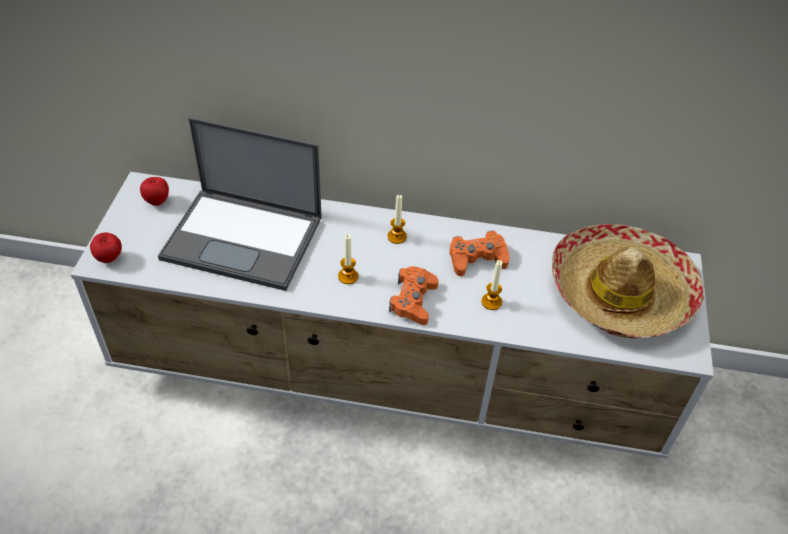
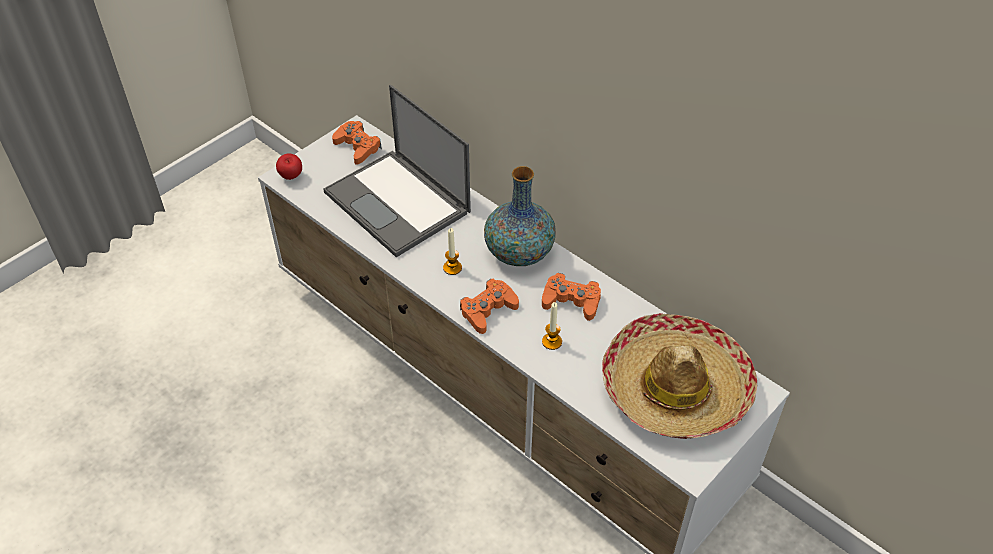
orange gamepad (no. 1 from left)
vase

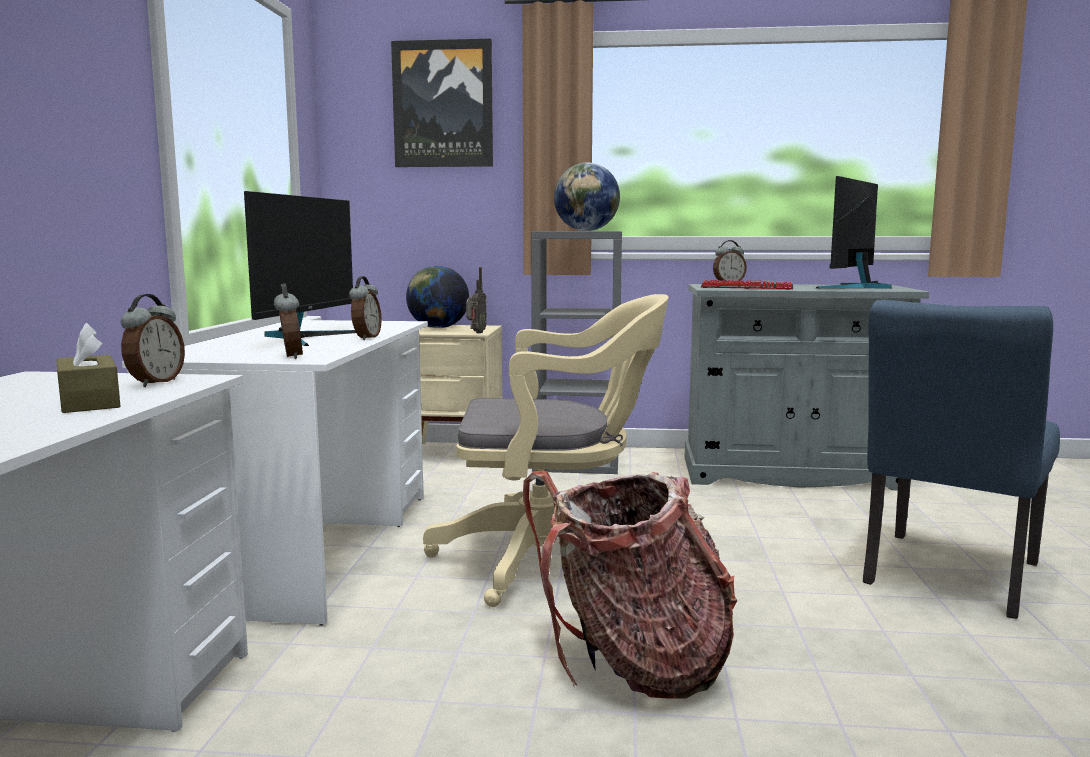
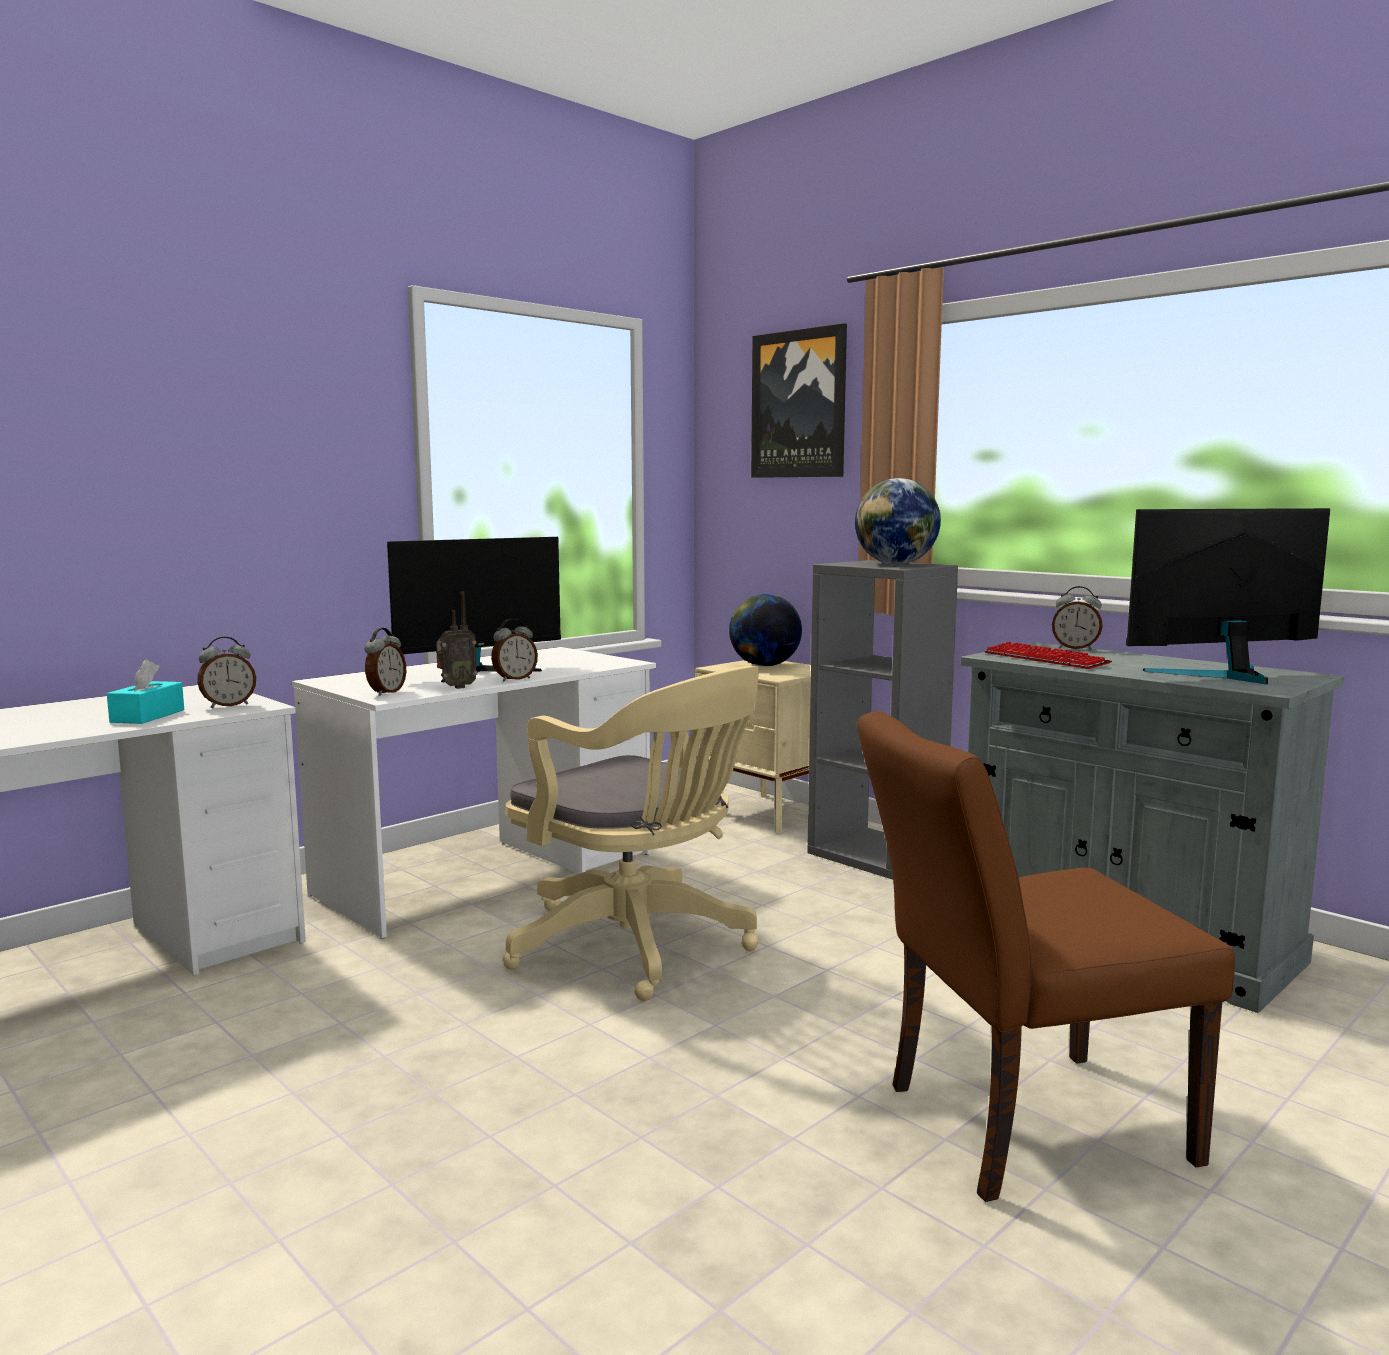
rucksack
radio
blue-green tissue box
brown-coloured chair

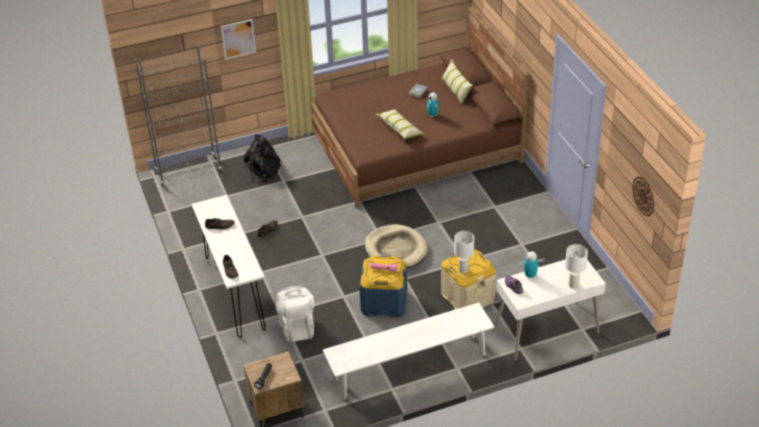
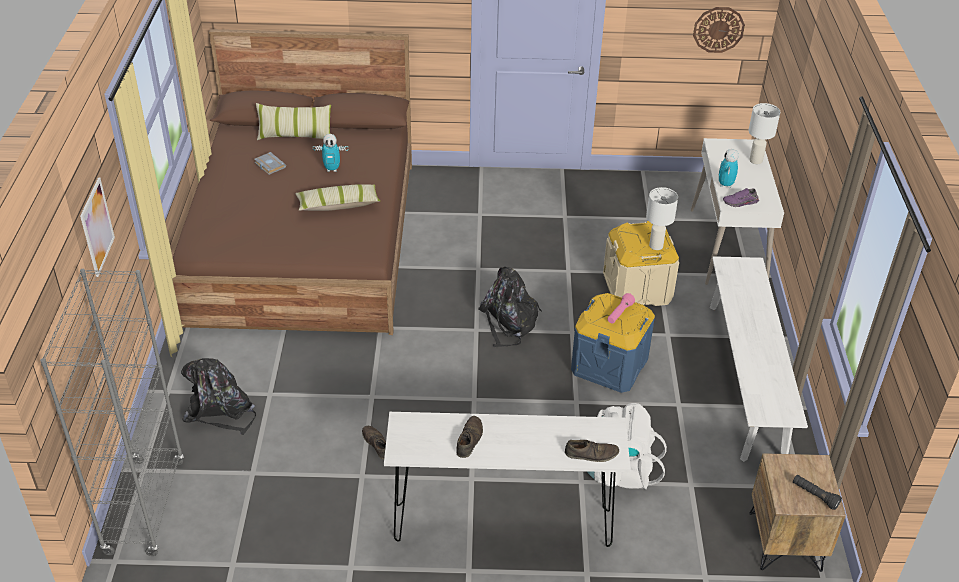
black-coloured rucksack (no. 2 from left)

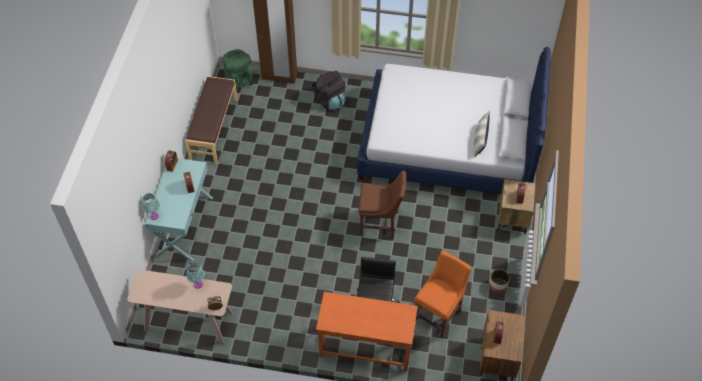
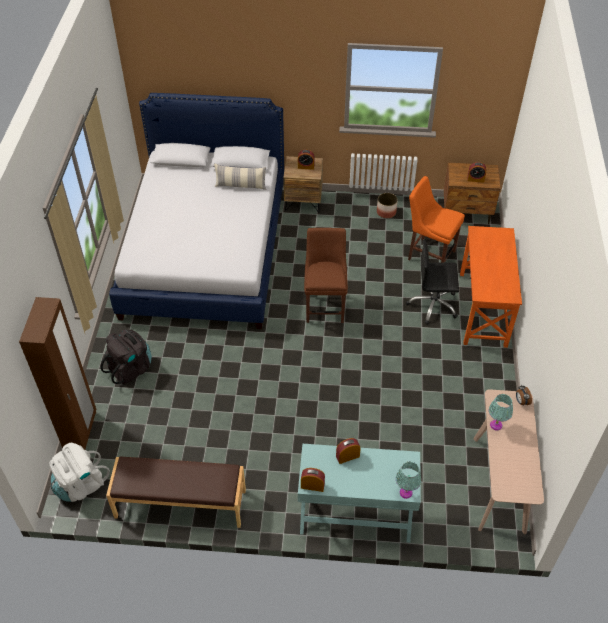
white rucksack

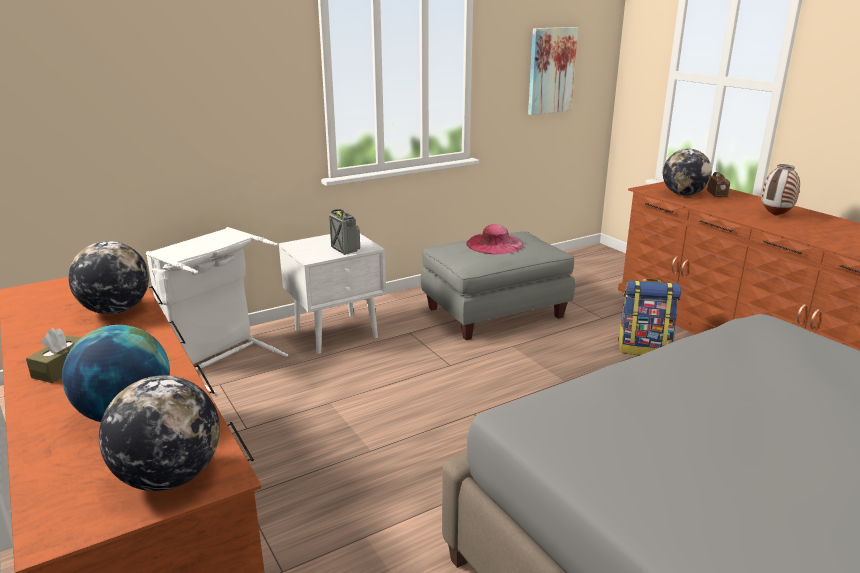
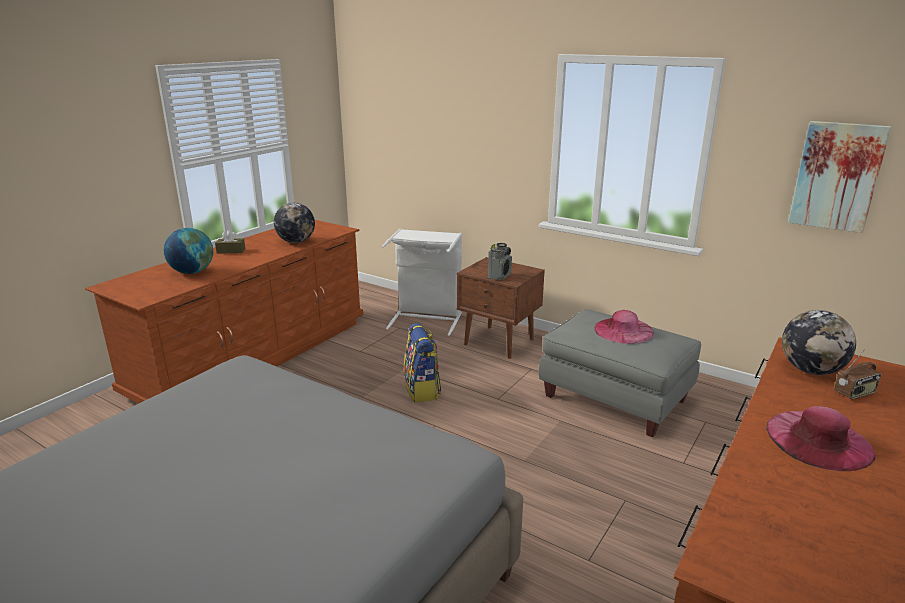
desk globe (no. 3 from left in the first image)
rucksack
pink-coloured clothing hat (no. 2 from left)
brown-coloured nightstand

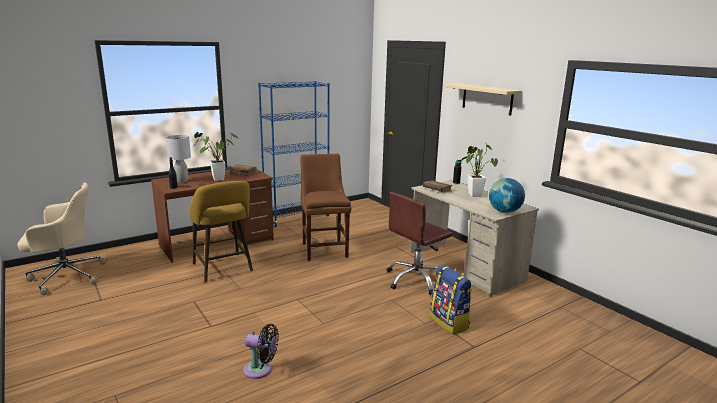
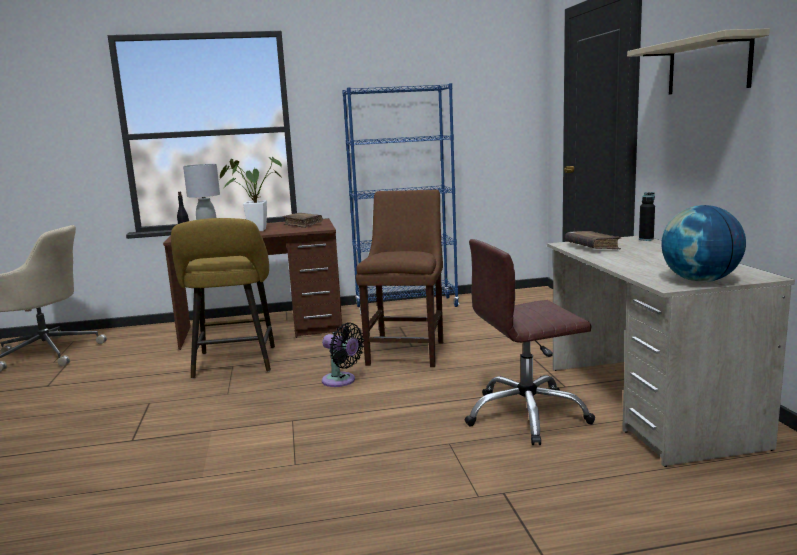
rucksack
plant in a pot (no. 2 from left in the first image)
black-coloured electric fan

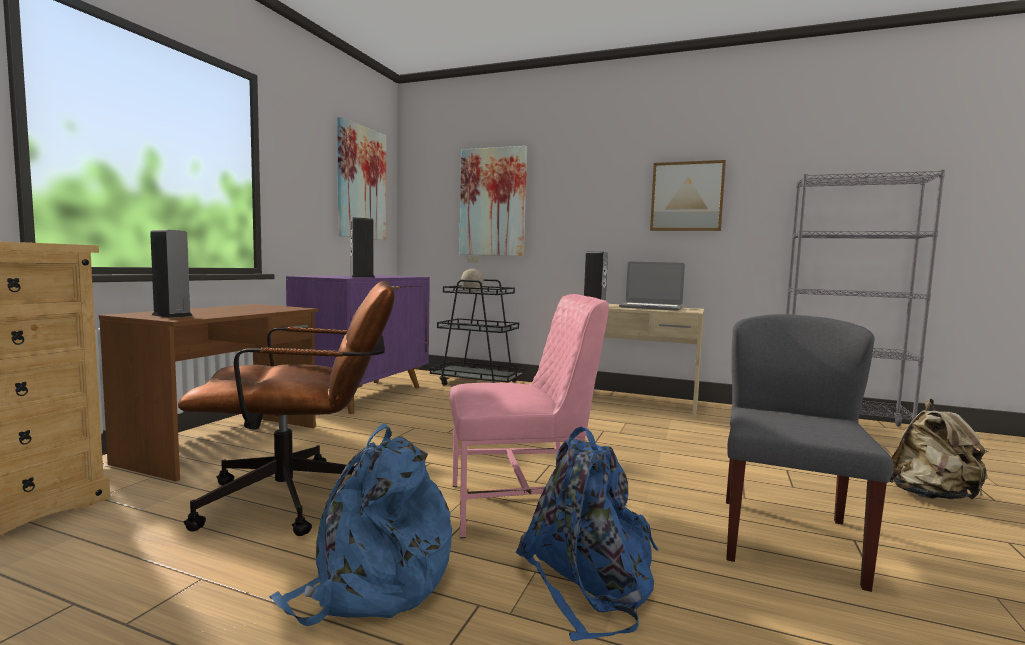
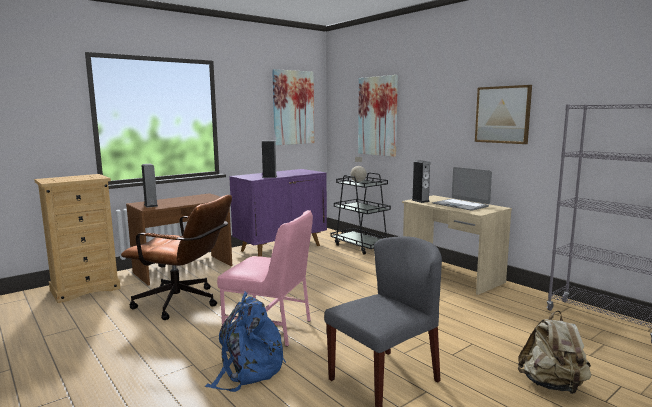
blue-coloured rucksack (no. 1 from left in the first image)

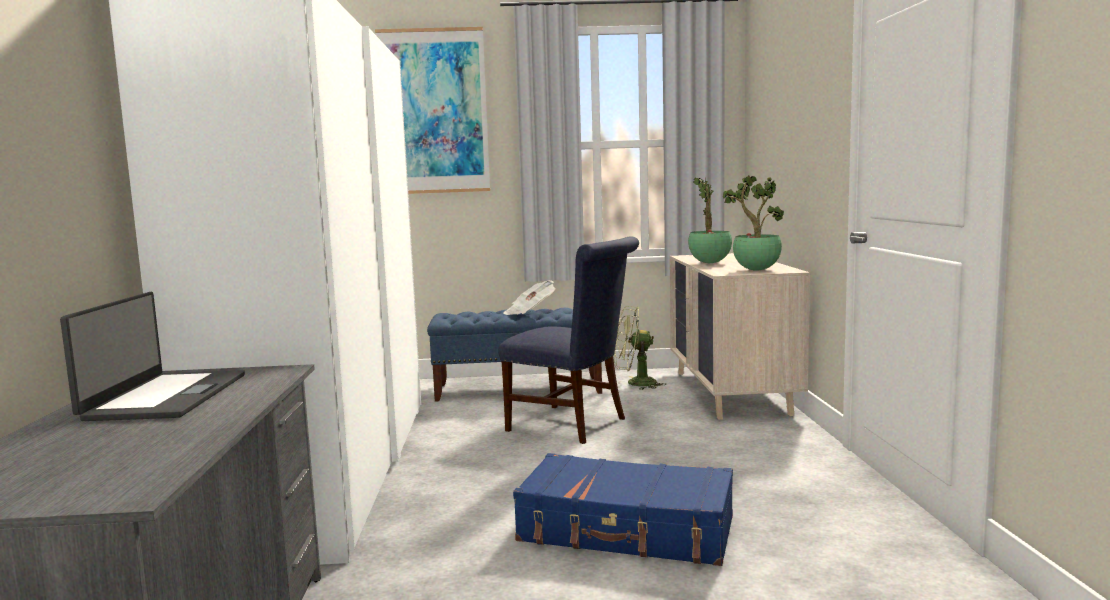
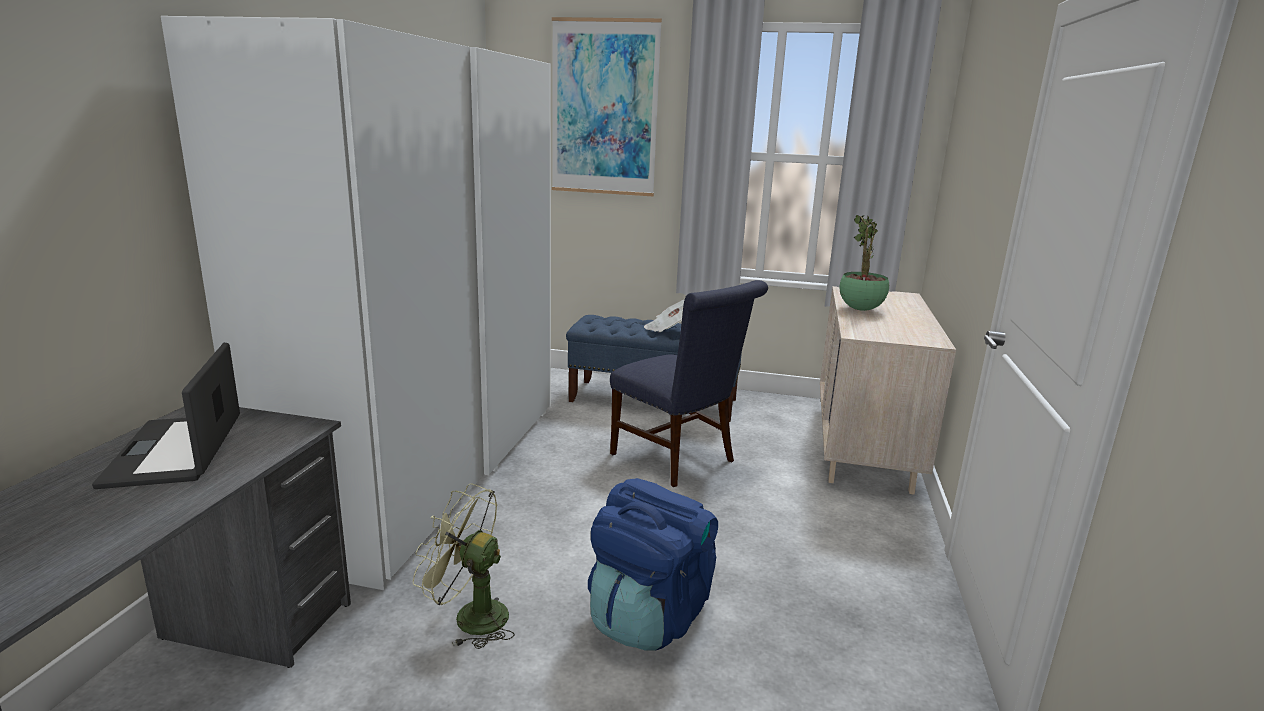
plant in a pot (no. 2 from left in the first image)
green electric fan
blue-coloured rucksack
notebook computer

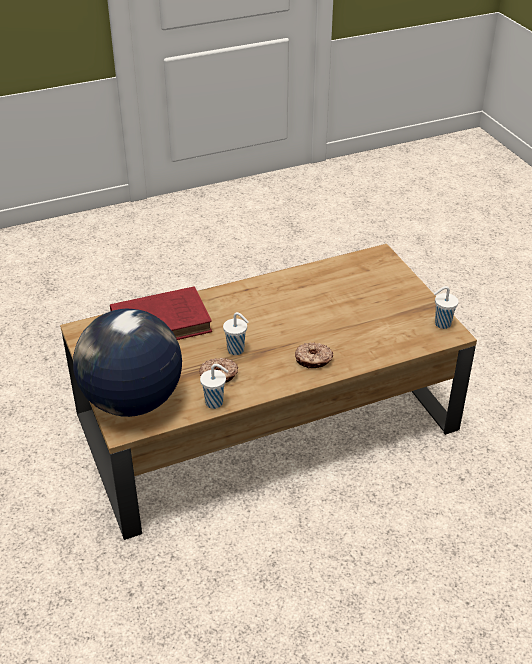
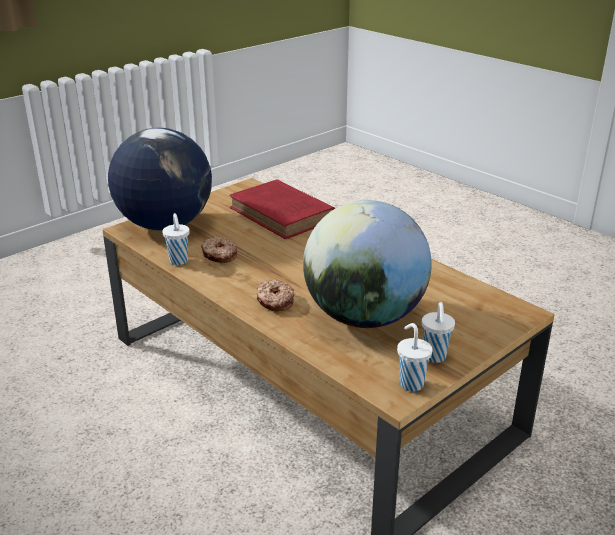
desk globe (no. 2 from left)
white small cup (no. 3 from left)

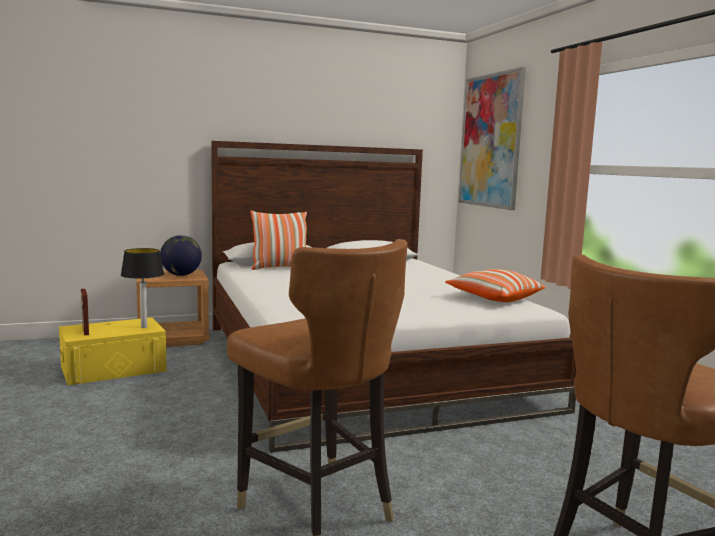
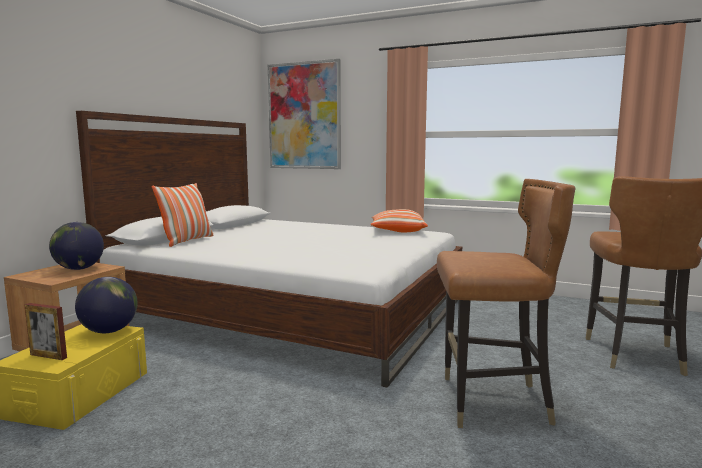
desk globe (no. 2 from left)

